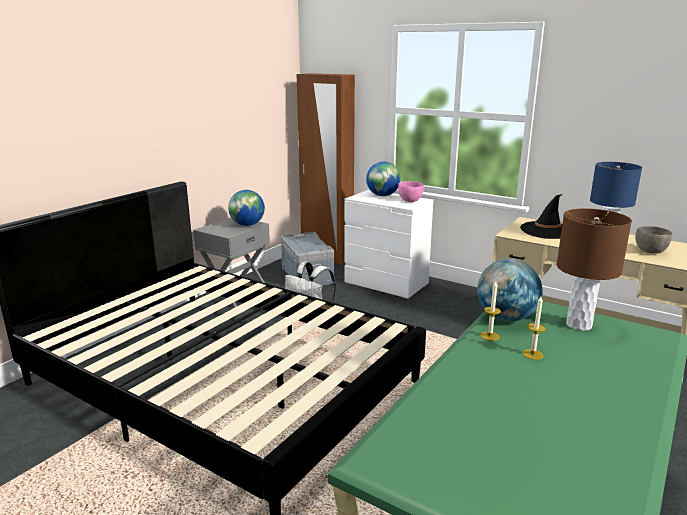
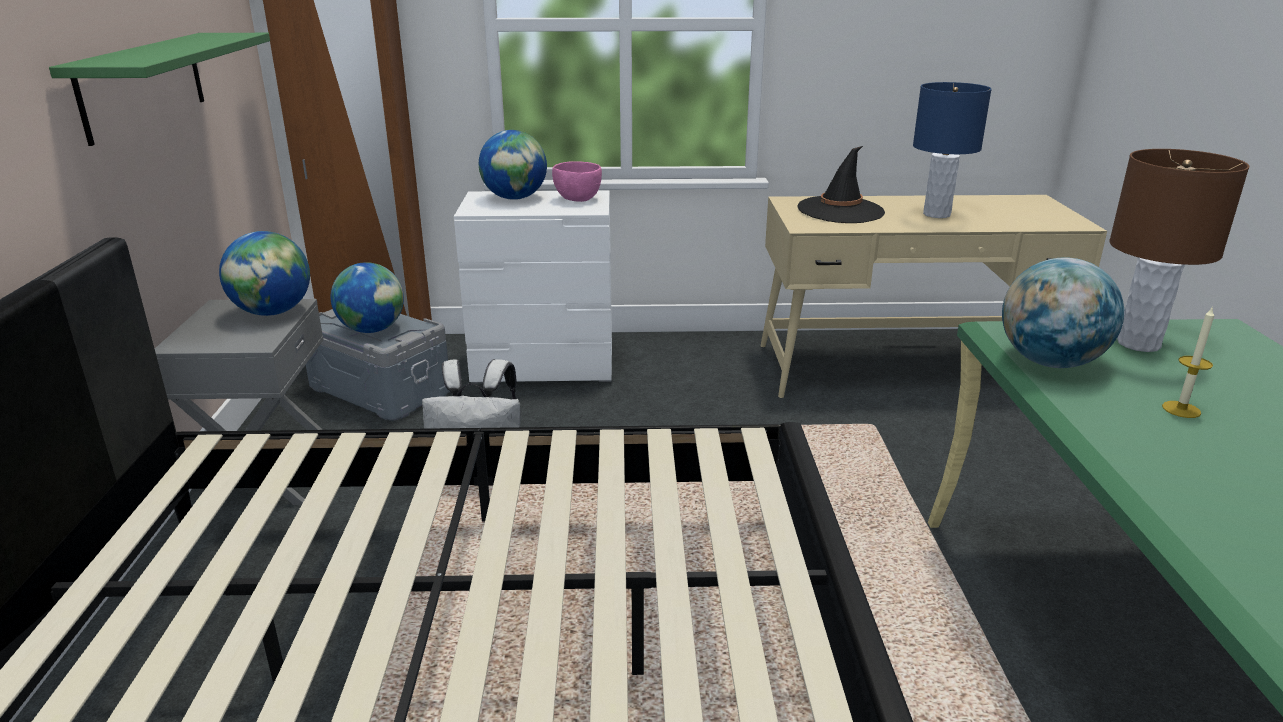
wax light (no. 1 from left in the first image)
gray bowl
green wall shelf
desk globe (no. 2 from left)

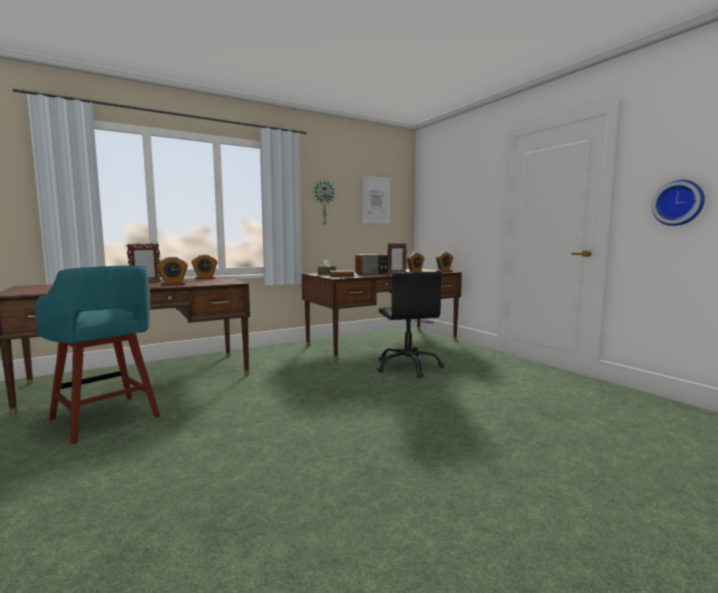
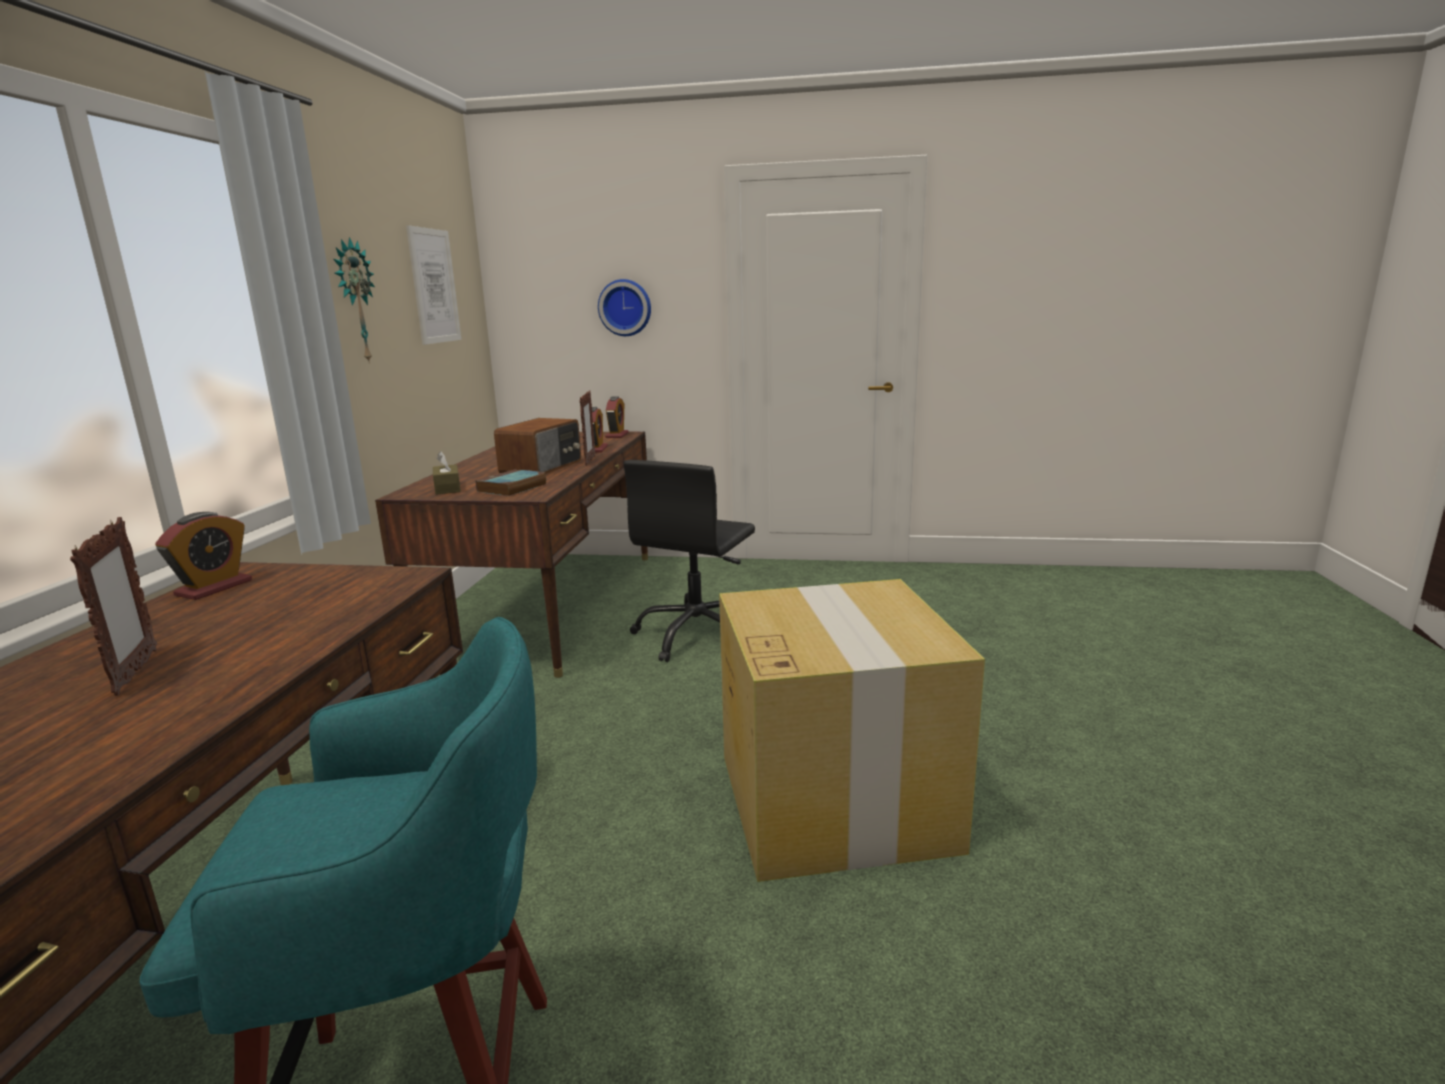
table clock (no. 1 from left in the first image)
packing box
clock on the wall (no. 2 from left)
black-coloured computer chair

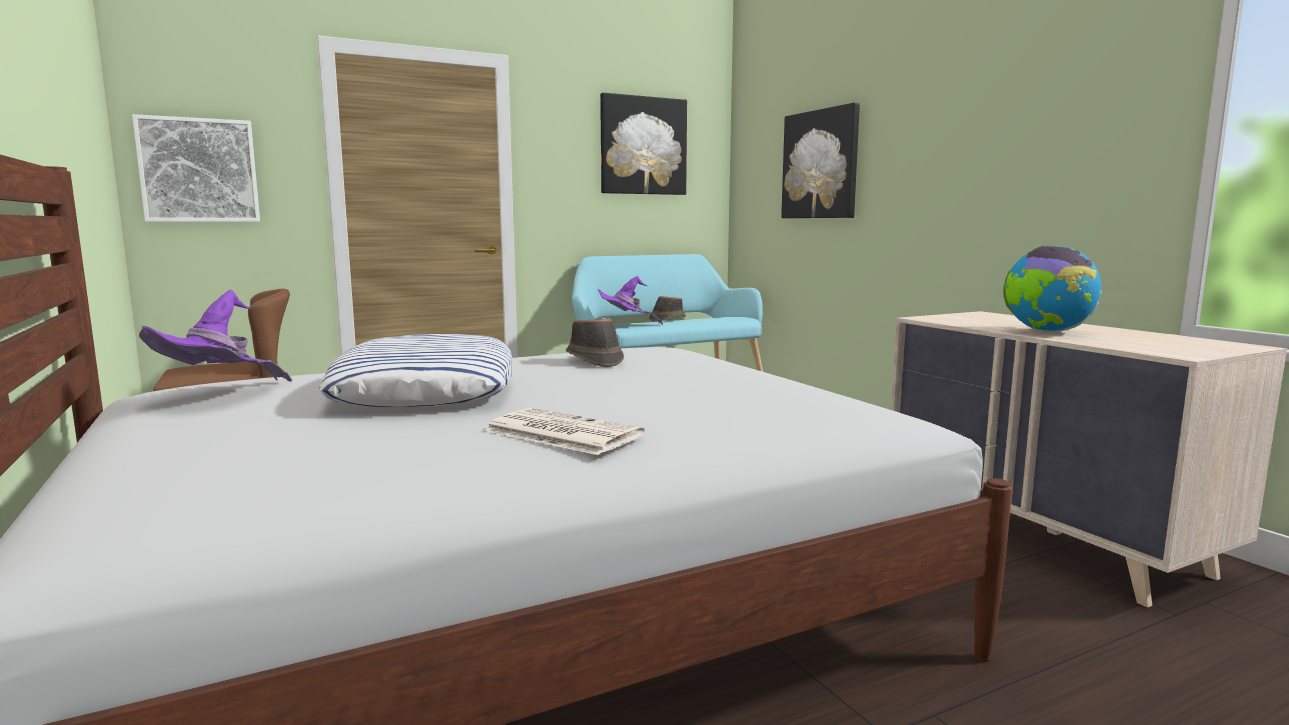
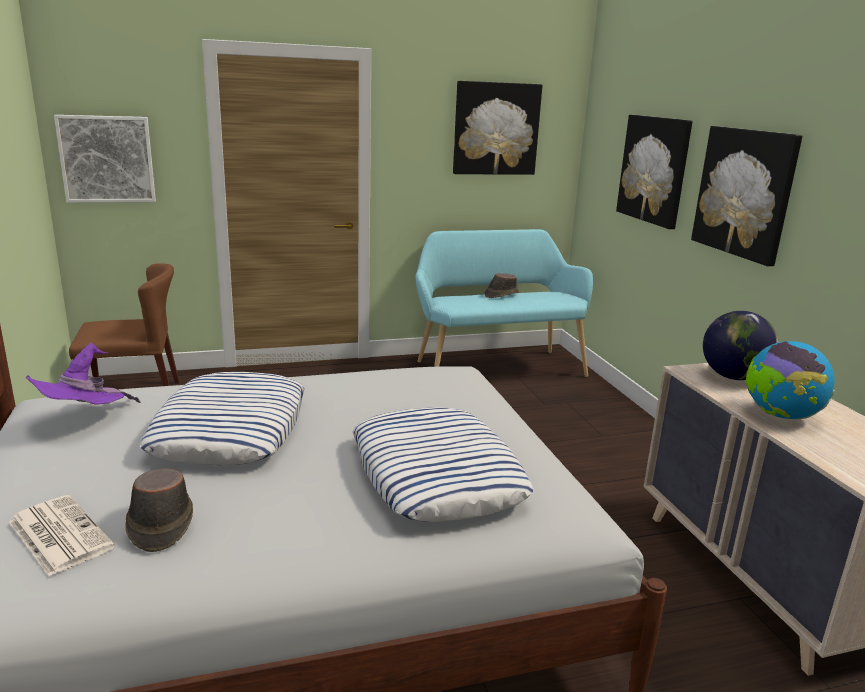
purple-coloured clothing hat (no. 2 from left in the first image)
throw pillow (no. 2 from left)
wall art (no. 4 from left)
desk globe (no. 1 from left)
printed paper
brown-coloured clothing hat (no. 1 from left)

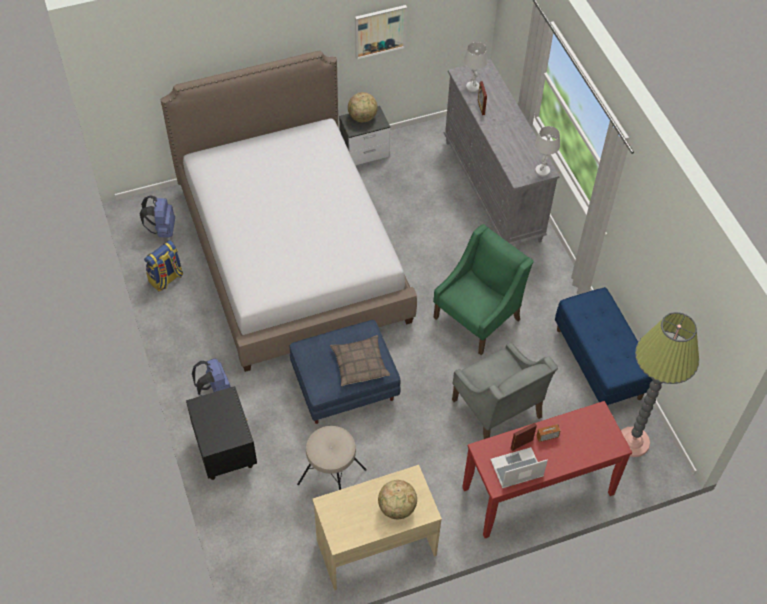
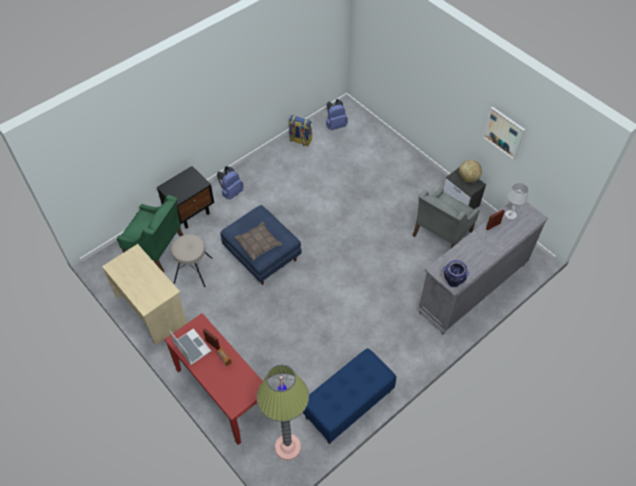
sleeping bed
desk globe (no. 2 from left in the first image)
green lounge chair
gray lounge chair
vase

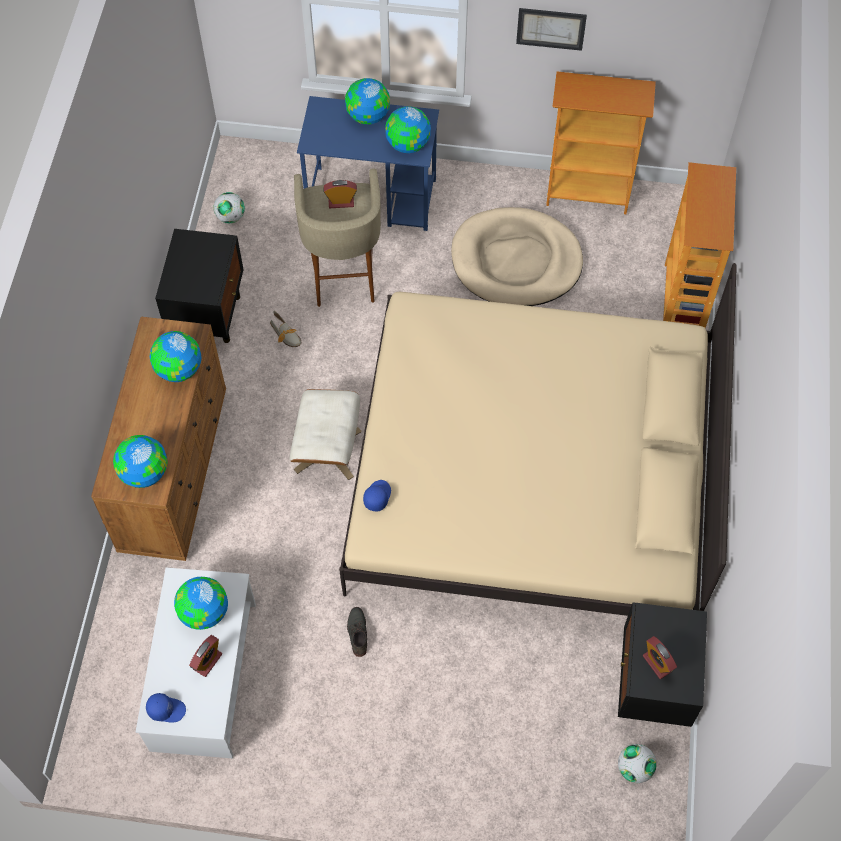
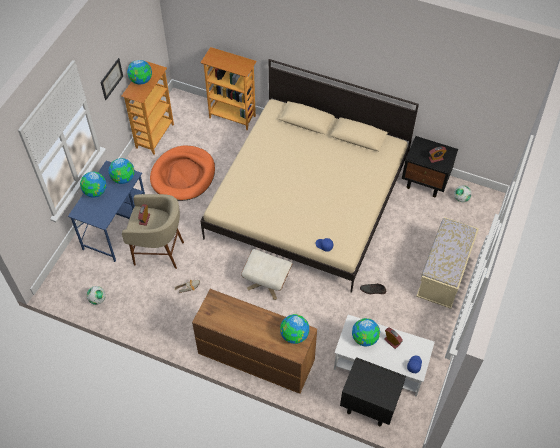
beige long seat
desk globe (no. 3 from left)
black-coloured nightstand (no. 1 from left)
orange dog bed

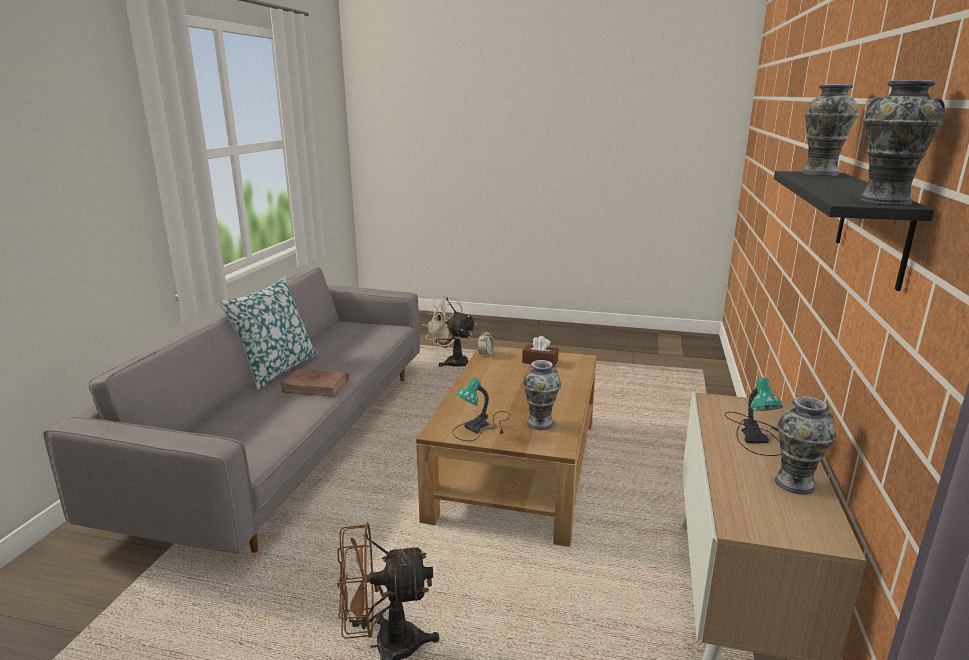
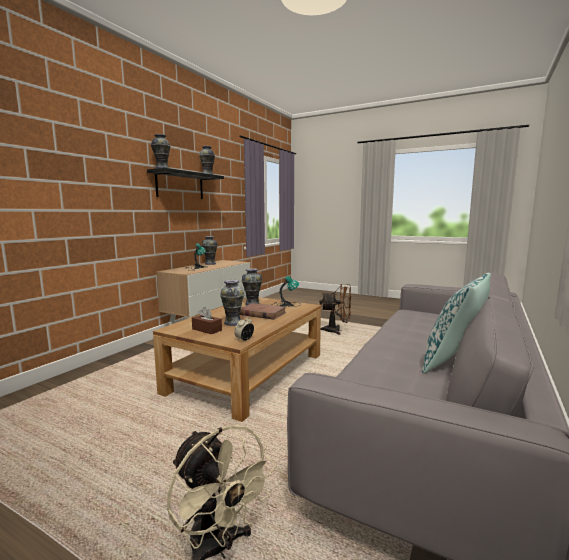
vase (no. 4 from left)
brown-coloured bound book

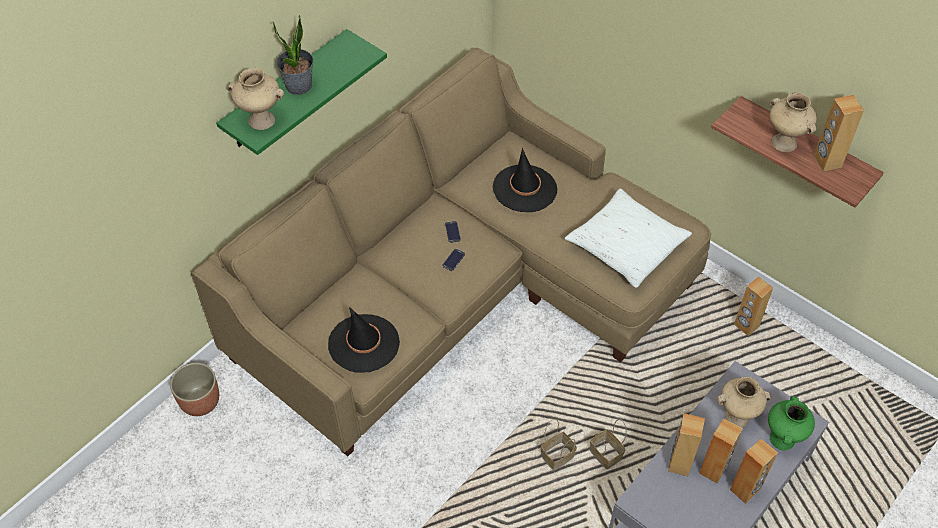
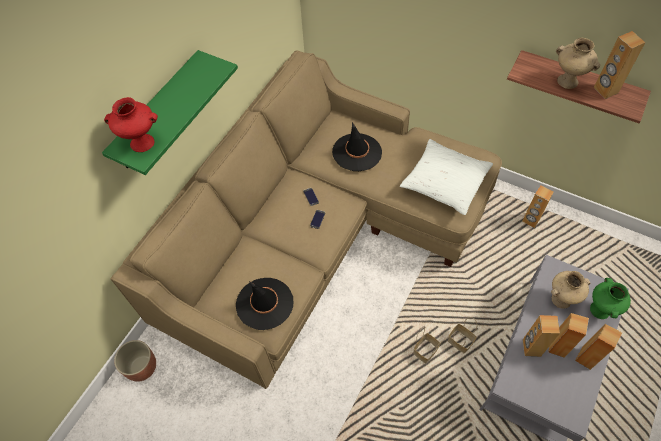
plant in a pot
red vase

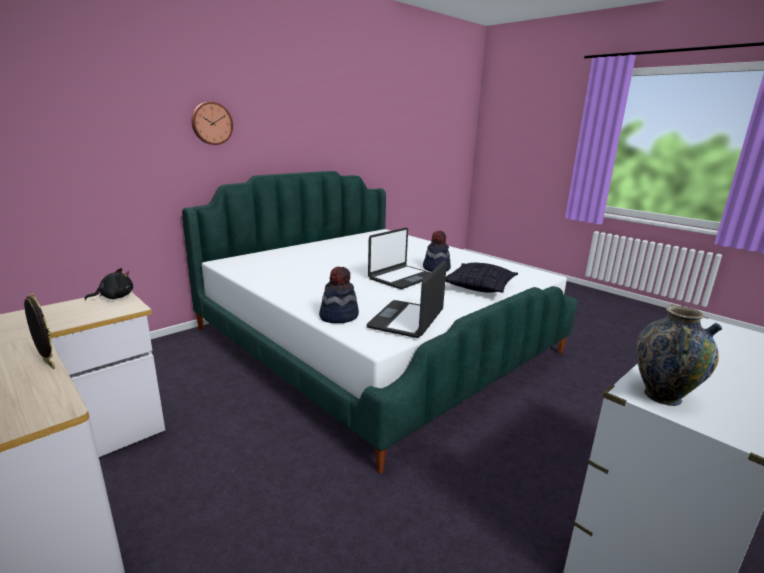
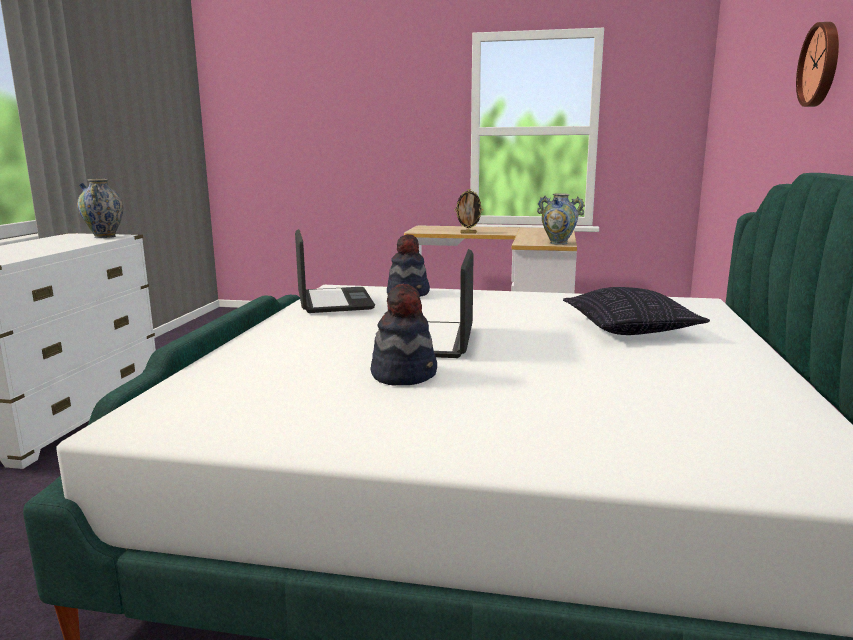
throw pillow
vase (no. 2 from left)

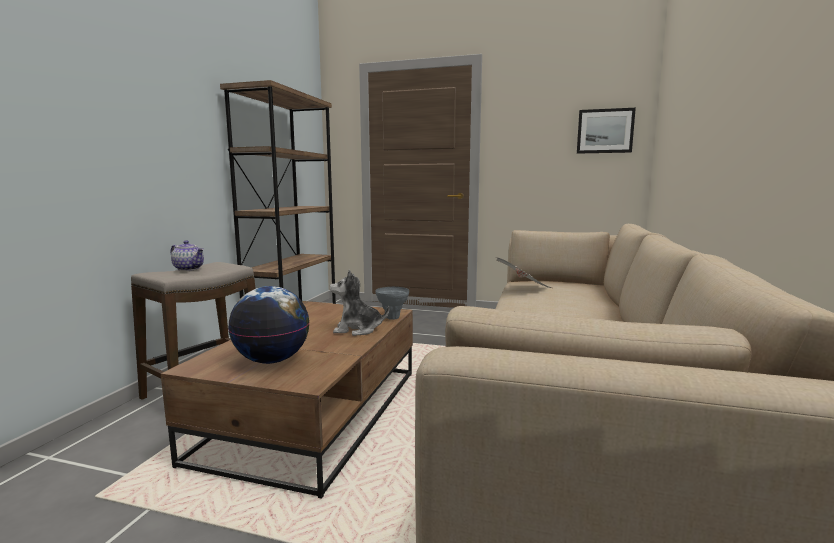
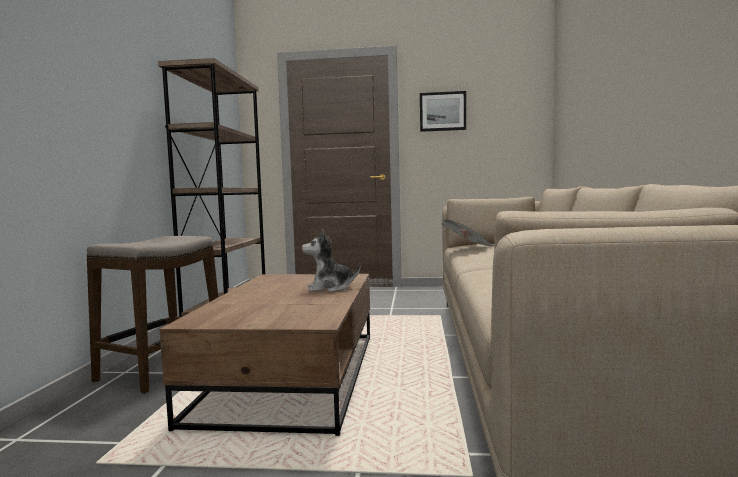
teapot
desk globe
gray vase
wall art

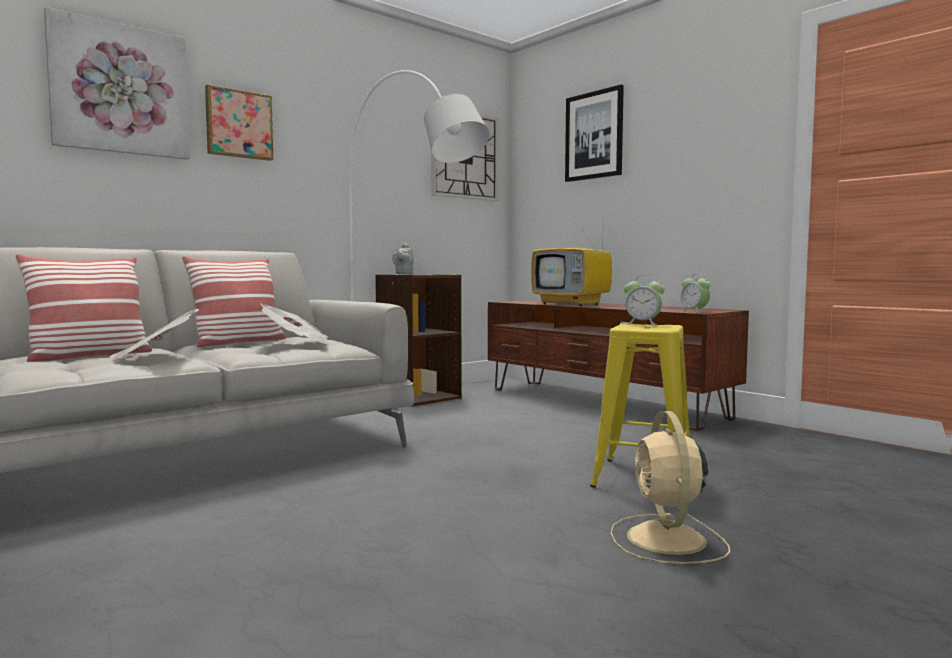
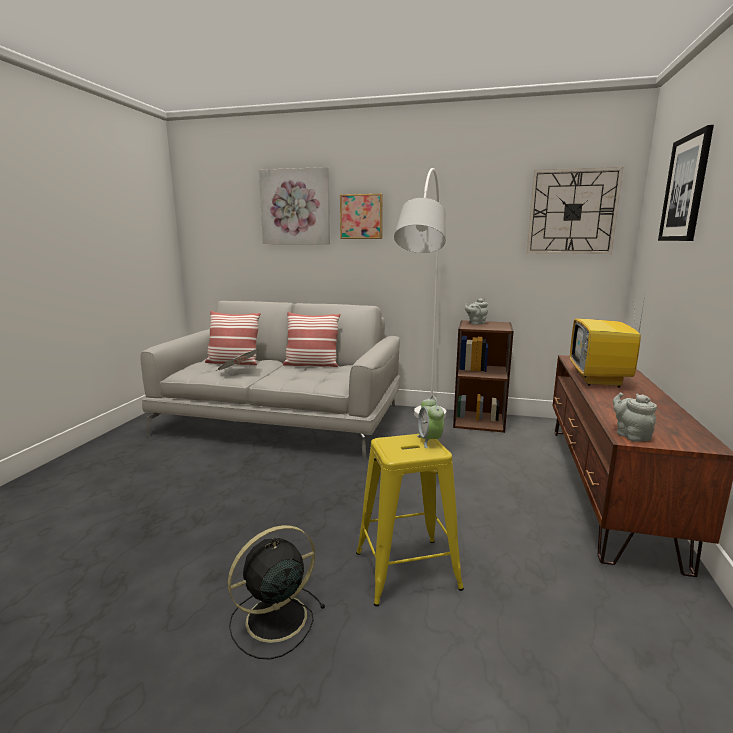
printed paper (no. 2 from left in the first image)
gray teapot (no. 2 from left)
black-coloured electric fan

